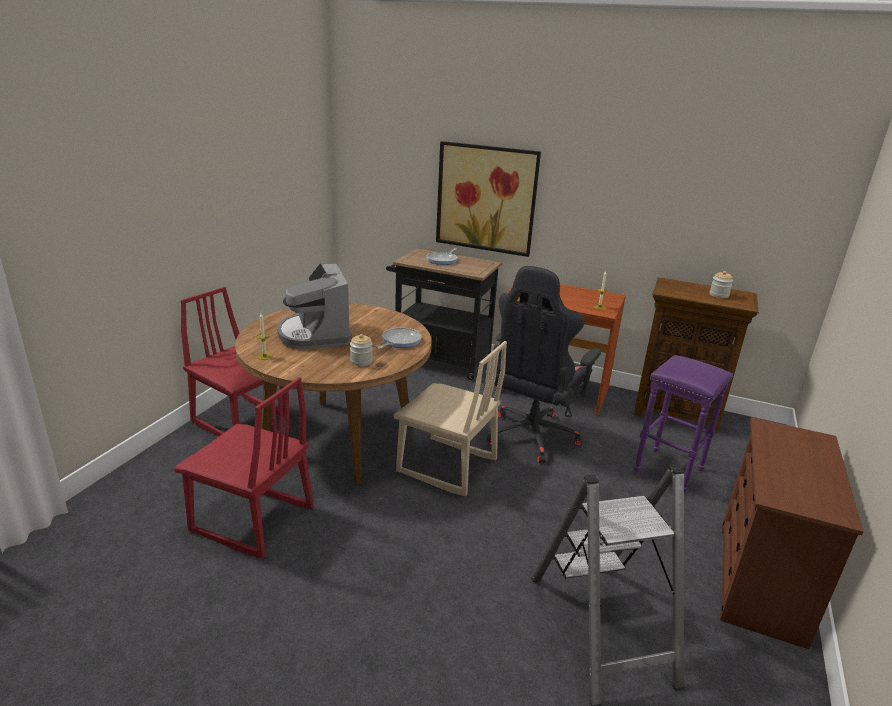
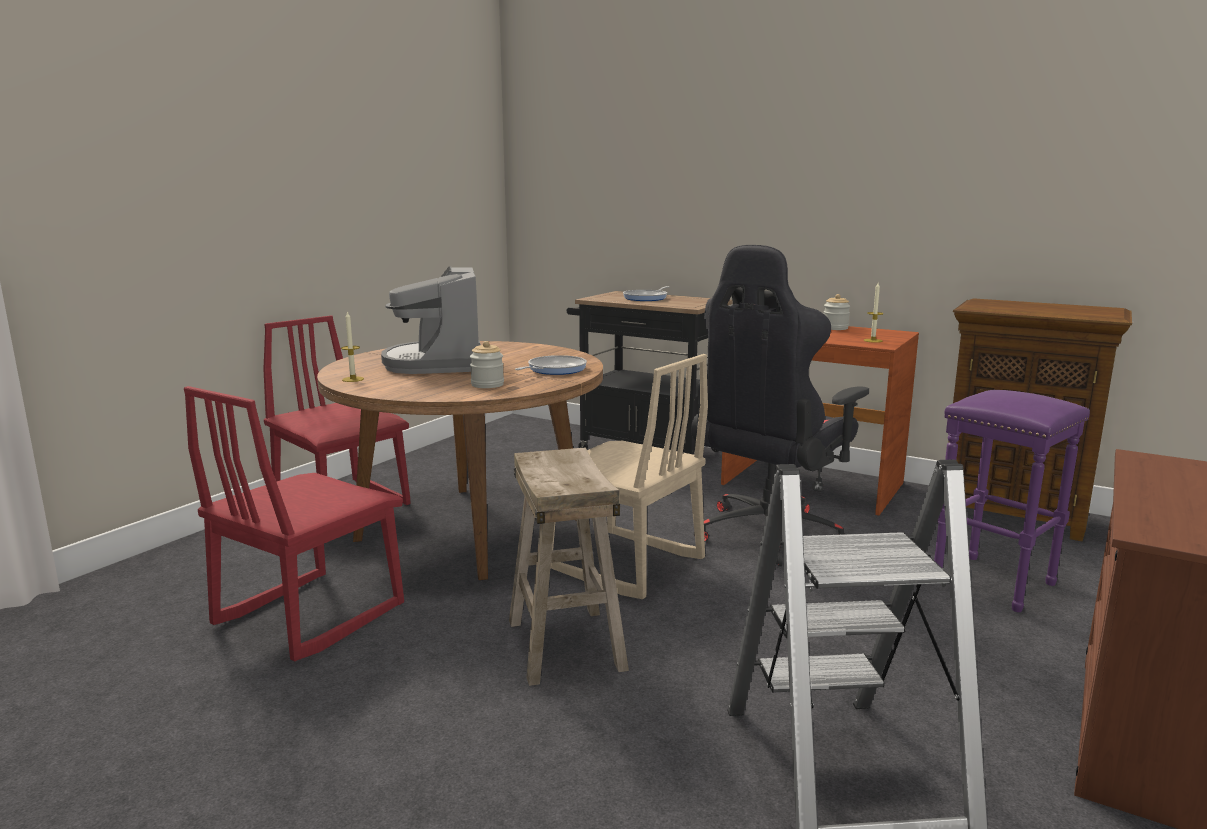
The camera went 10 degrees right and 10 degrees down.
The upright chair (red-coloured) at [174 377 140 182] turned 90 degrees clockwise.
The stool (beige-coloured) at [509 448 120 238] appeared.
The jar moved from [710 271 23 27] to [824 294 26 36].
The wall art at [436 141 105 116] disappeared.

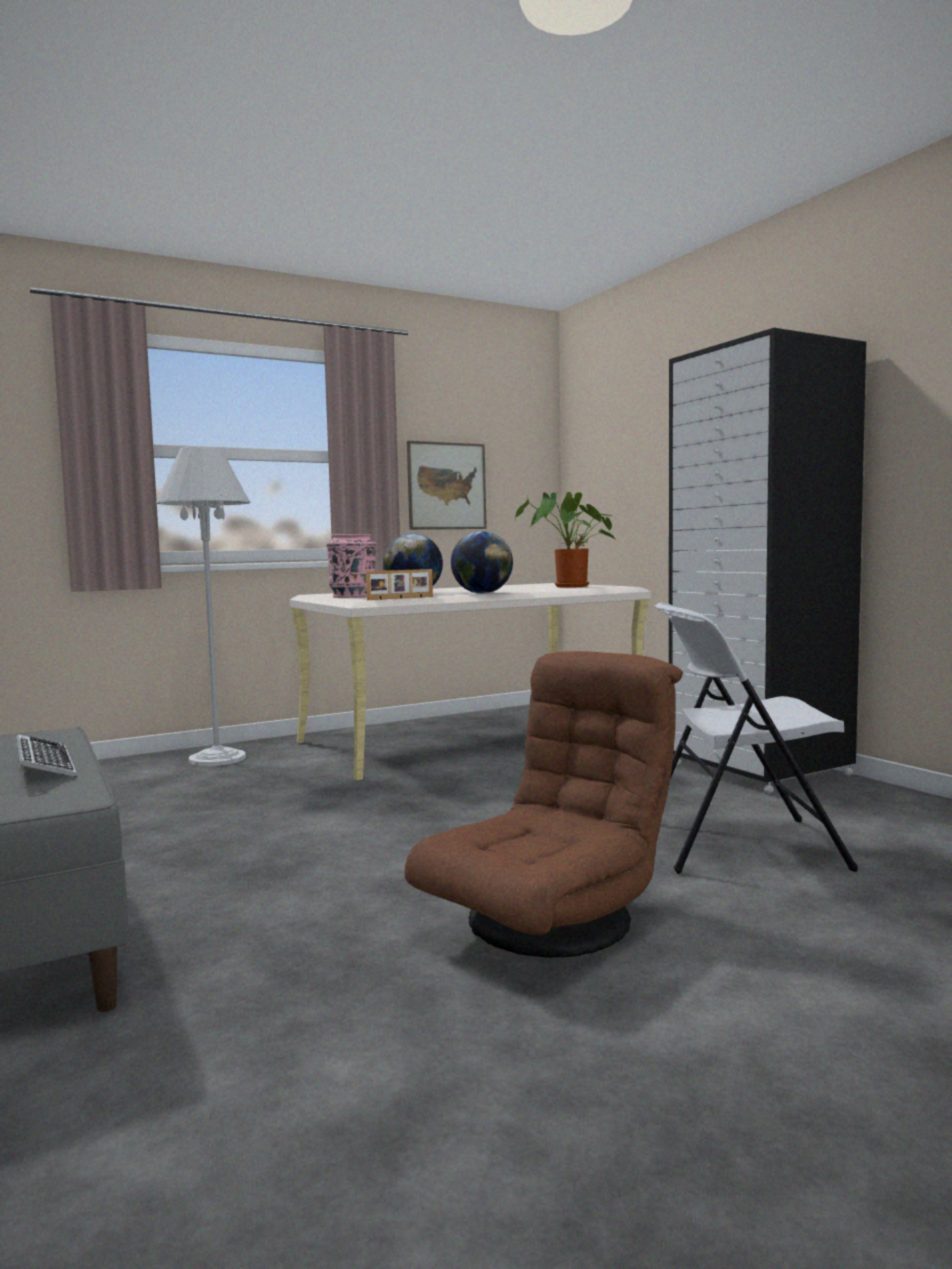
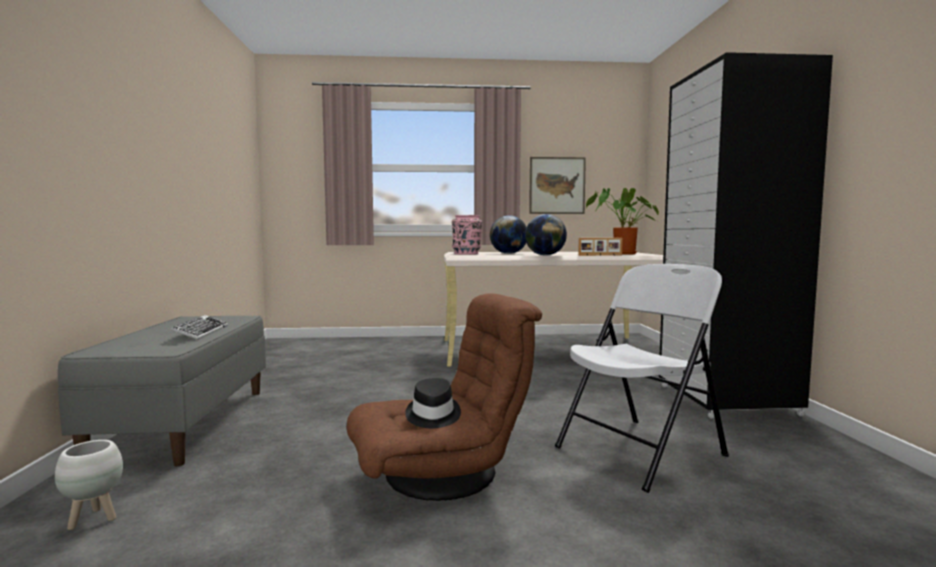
The camera went 25 degrees right and 0 degrees up.
The flower pot (white) at [55 440 68 90] appeared.
The wearable hat (black-coloured) at [405 378 56 51] appeared.
The upright chair (white) at [654 602 204 272] turned 120 degrees clockwise.
The picture frame moved from [366 569 67 31] to [578 238 45 18].
The standing lamp (white) at [156 446 95 320] disappeared.

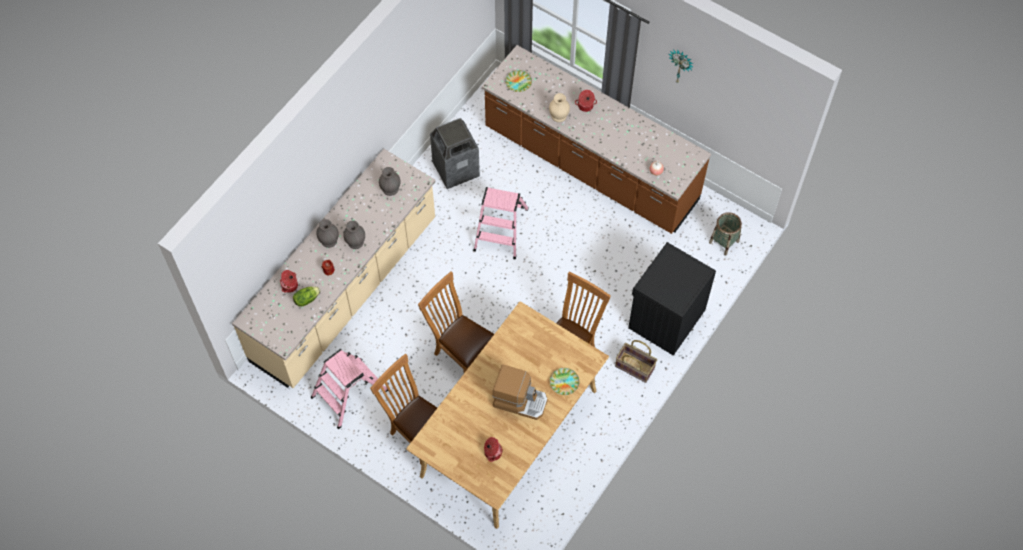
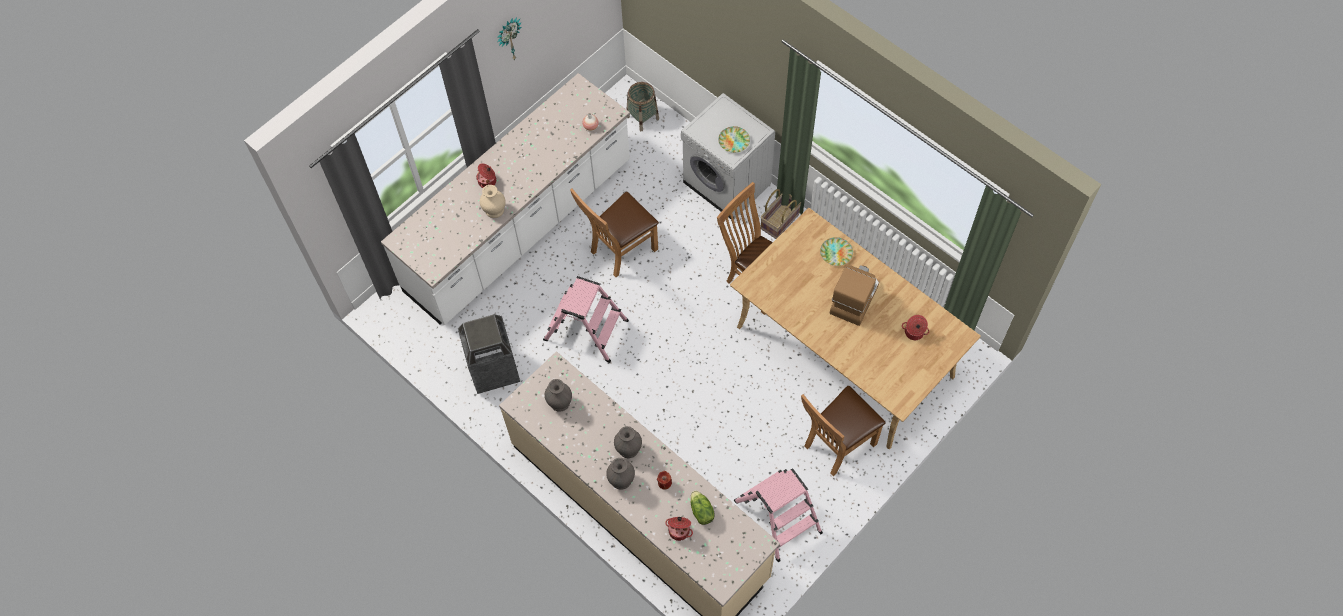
The camera went 80 degrees left and 0 degrees up.
The kitchen counter (brown) at [482 45 229 189] became the kitchen counter (white) at [381 73 249 252].
The upright chair (brown) moved from [418 272 76 101] to [570 188 89 89].
The laundry machine (black-coloured) at [628 242 88 114] became the laundry machine (white) at [681 93 94 126].
The flat dish moved from [505 70 27 22] to [718 126 32 27].

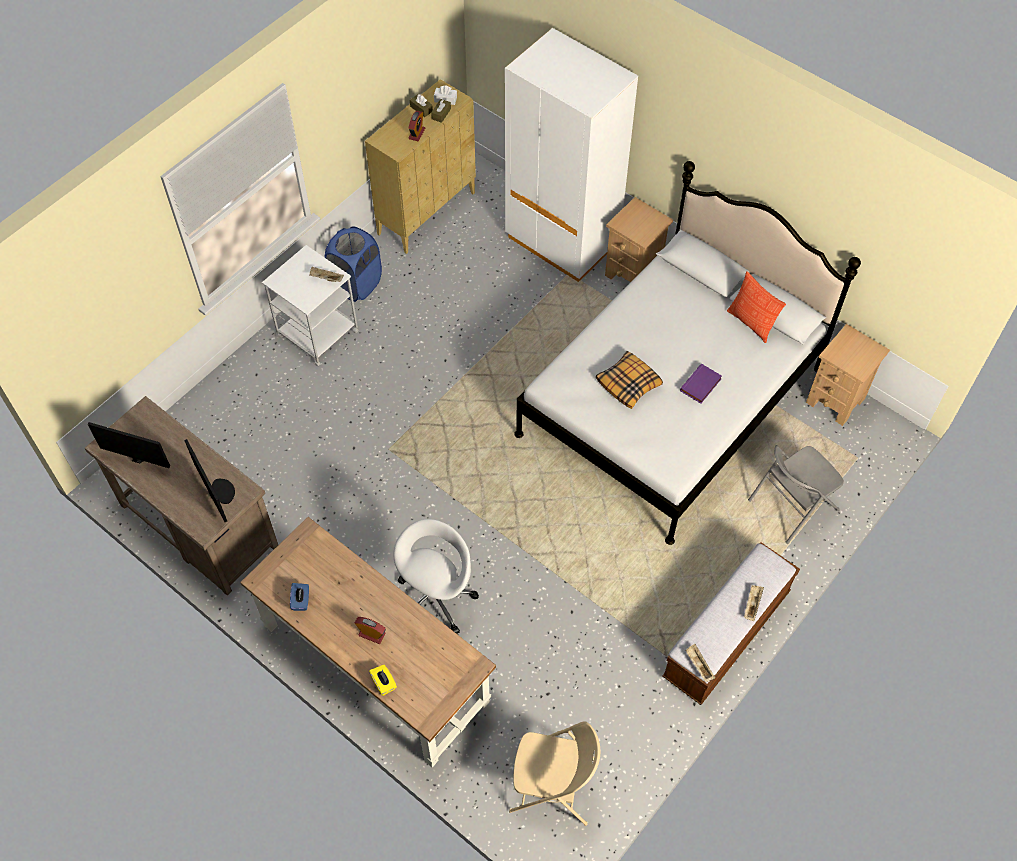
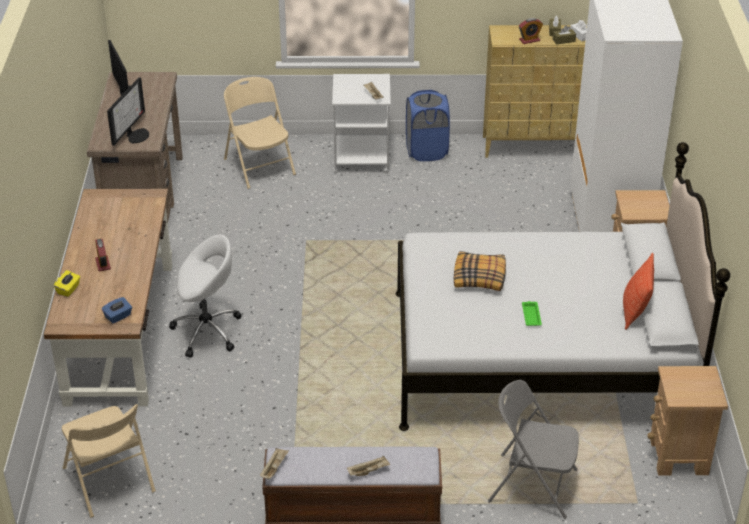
The camera went 50 degrees right and 20 degrees down.
The tissue box (blue-coloured) moved from [290 583 19 28] to [102 297 30 26].
The upright chair (beige-coloured) at [224 77 72 112] appeared.
The volume (purplish) at [680 363 42 40] was replaced by the carrying tray (greenish) at [522 301 20 25].

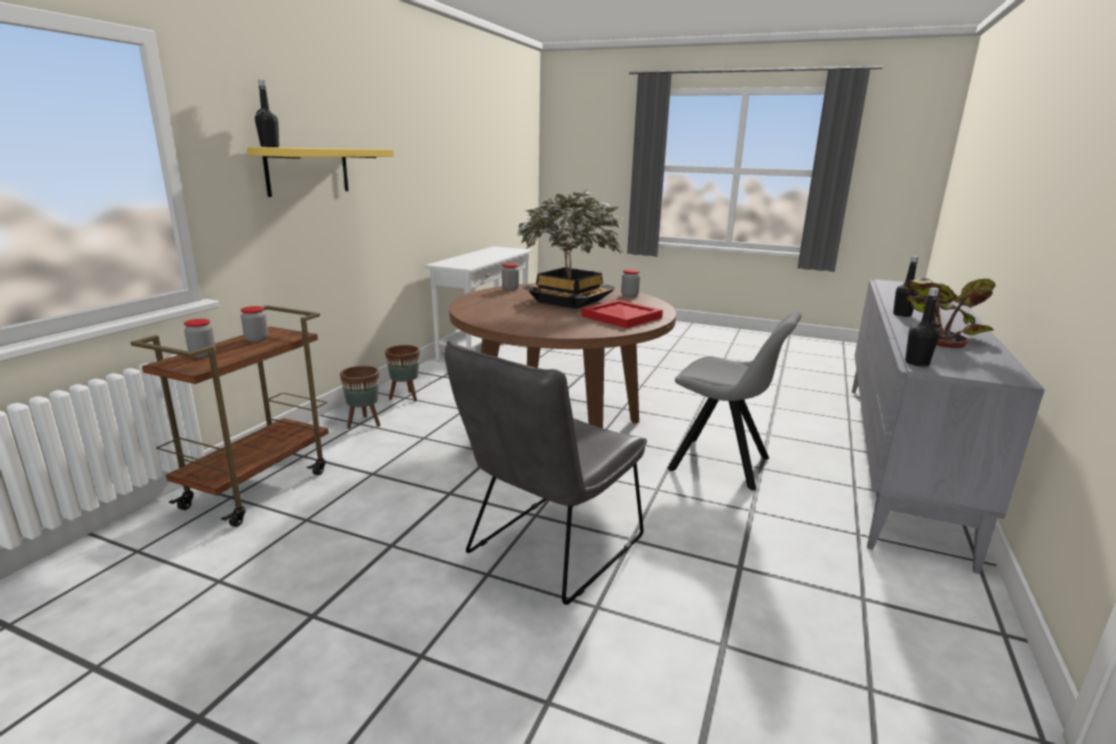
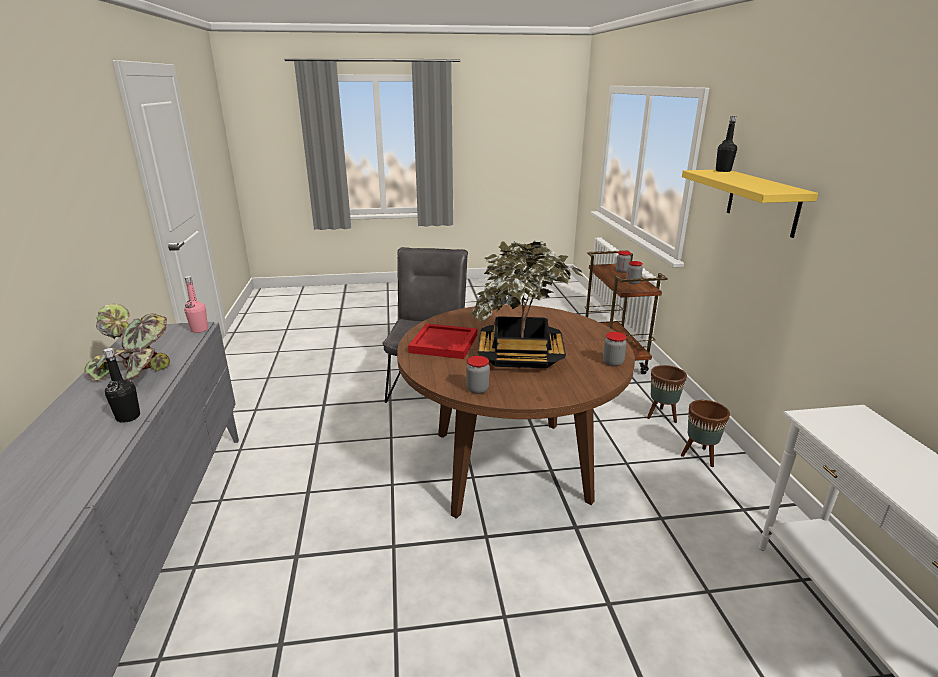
The camera went 150 degrees right and 5 degrees up.
The bottle (black-coloured) at [905 288 35 79] became the bottle (pinkish) at [184 276 24 57].
The upright chair (grey) at [668 311 133 179] disappeared.

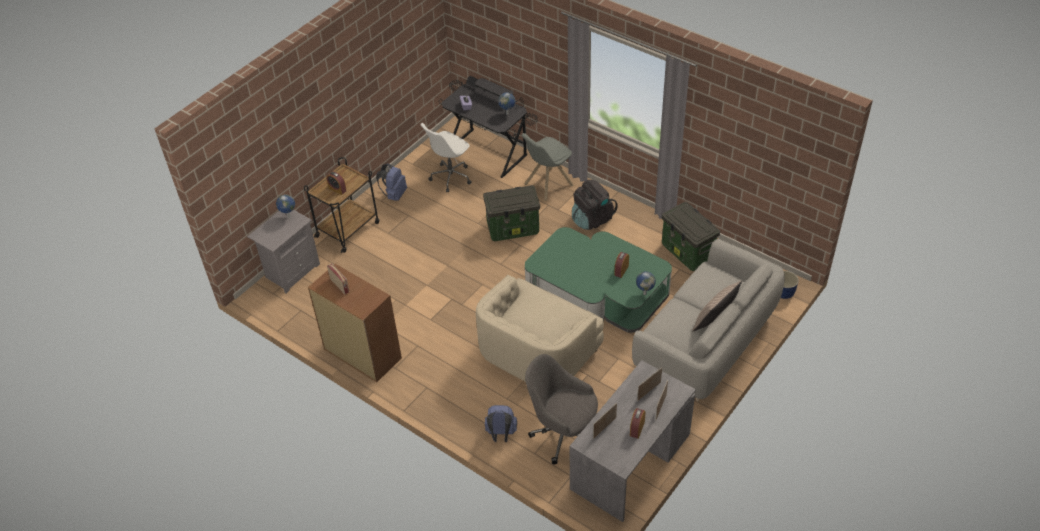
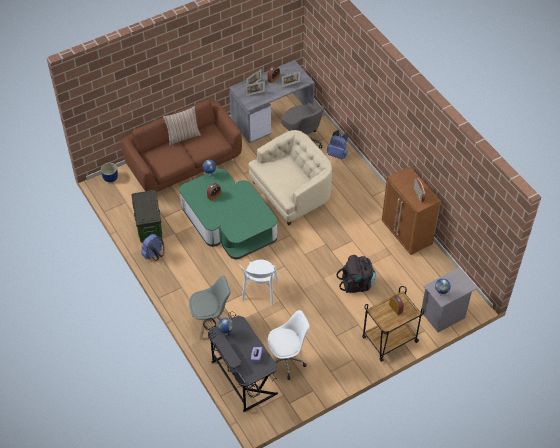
The camera went 160 degrees left and 5 degrees up.
The couch (grey) at [632 239 153 163] became the couch (brown) at [121 100 121 92].
The knapsack (blue-coloured) moved from [376 163 31 38] to [141 234 23 27].
The storage container at [483 185 57 56] was replaced by the upright chair (white) at [239 259 40 47].
The knapsack (black-coloured) moved from [572 180 46 50] to [336 255 40 38].

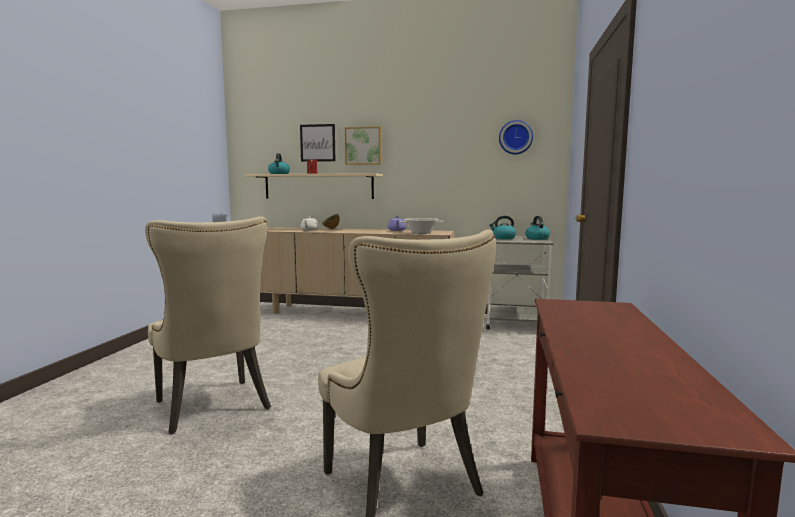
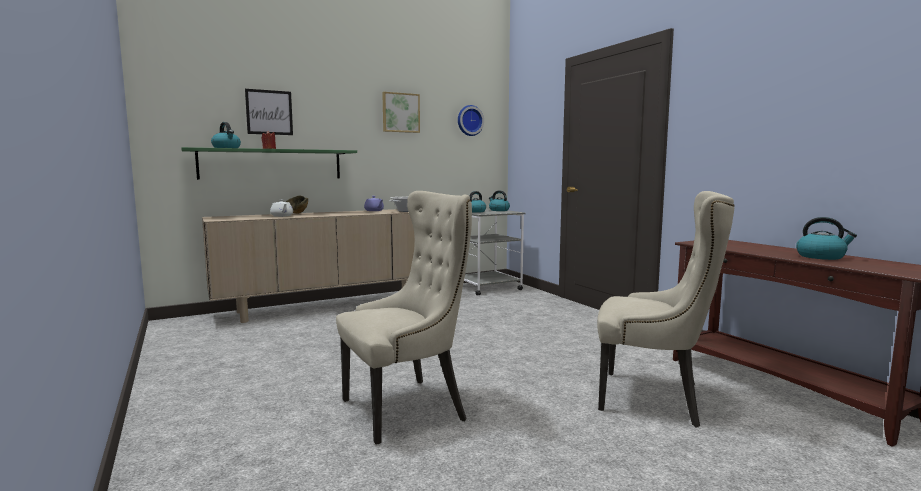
The camera went 40 degrees left and 0 degrees up.
The bracket shelf (beige-coloured) at [245 173 138 26] became the bracket shelf (greenish) at [181 147 176 33].
The upright chair (beige-coloured) at [145 216 126 219] turned 45 degrees counterclockwise.
The wall art moved from [345 127 36 38] to [382 92 38 41].
The tea kettle at [796 217 61 43] appeared.

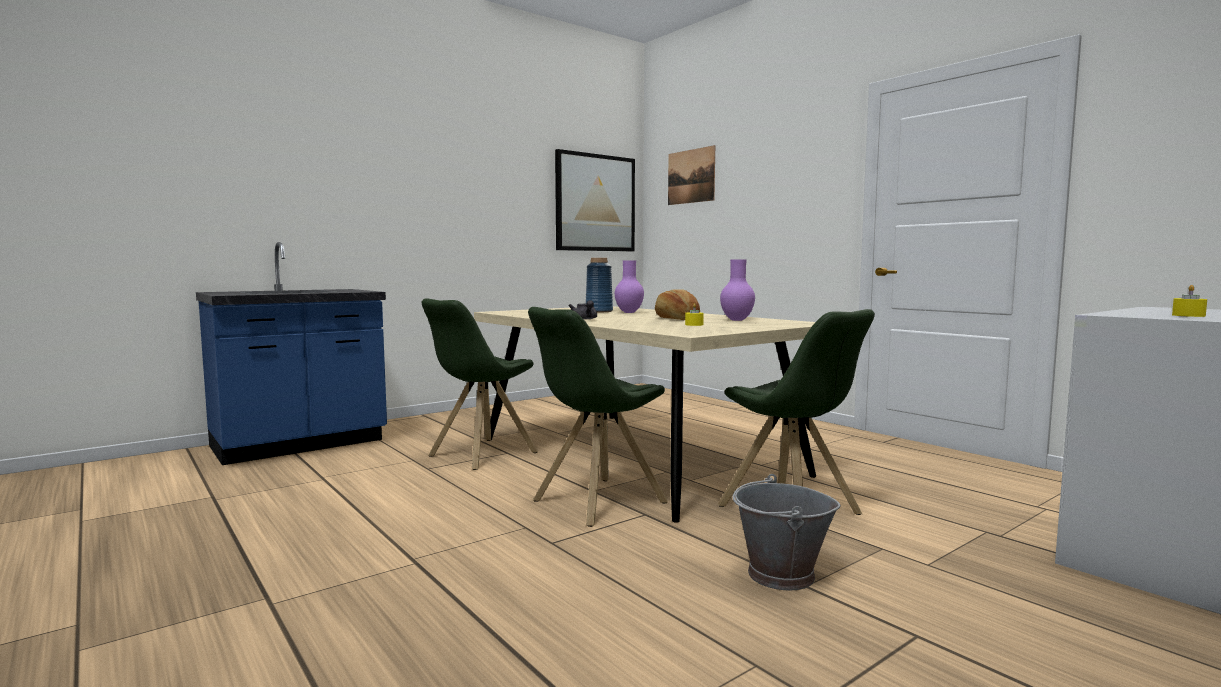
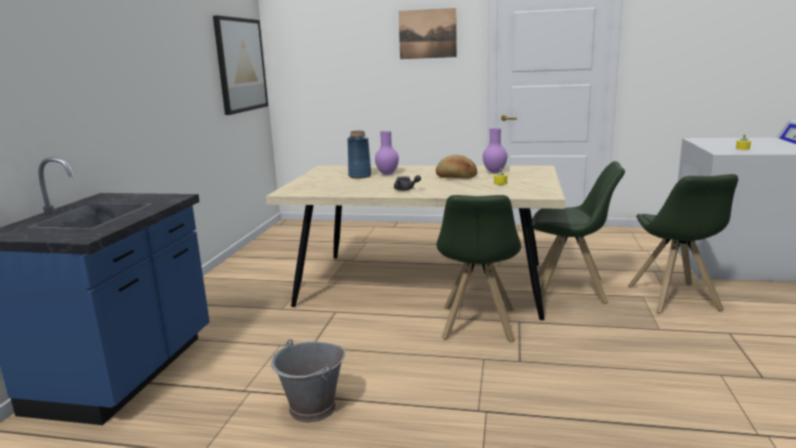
The camera went 40 degrees left and 10 degrees up.
The pail (grey) moved from [733 474 108 116] to [271 339 74 83].
The wall art moved from [668 145 47 60] to [399 8 58 51].
The upright chair (greenish) moved from [421 298 117 172] to [628 174 110 140].

